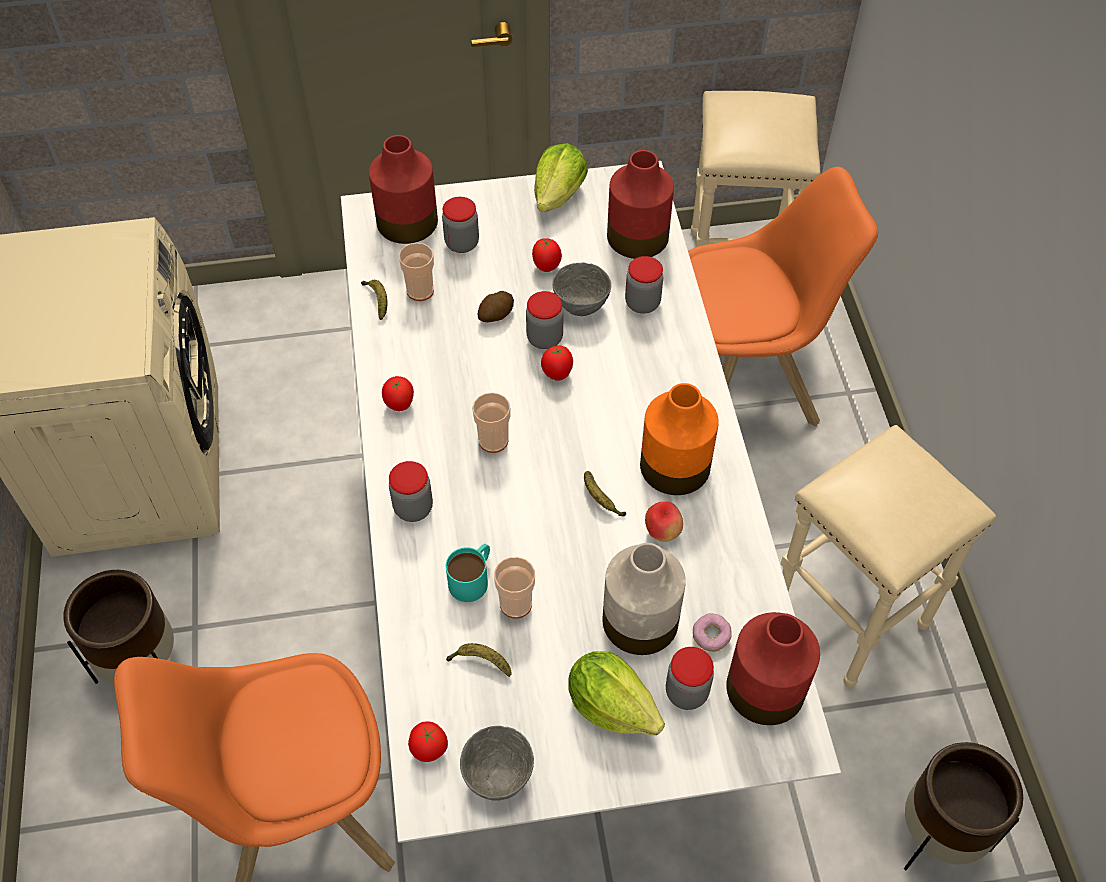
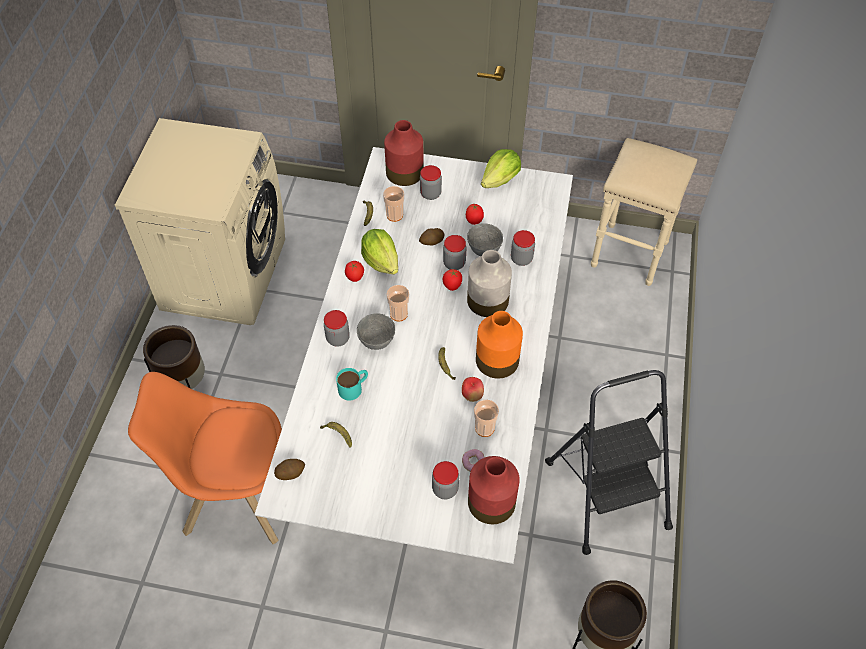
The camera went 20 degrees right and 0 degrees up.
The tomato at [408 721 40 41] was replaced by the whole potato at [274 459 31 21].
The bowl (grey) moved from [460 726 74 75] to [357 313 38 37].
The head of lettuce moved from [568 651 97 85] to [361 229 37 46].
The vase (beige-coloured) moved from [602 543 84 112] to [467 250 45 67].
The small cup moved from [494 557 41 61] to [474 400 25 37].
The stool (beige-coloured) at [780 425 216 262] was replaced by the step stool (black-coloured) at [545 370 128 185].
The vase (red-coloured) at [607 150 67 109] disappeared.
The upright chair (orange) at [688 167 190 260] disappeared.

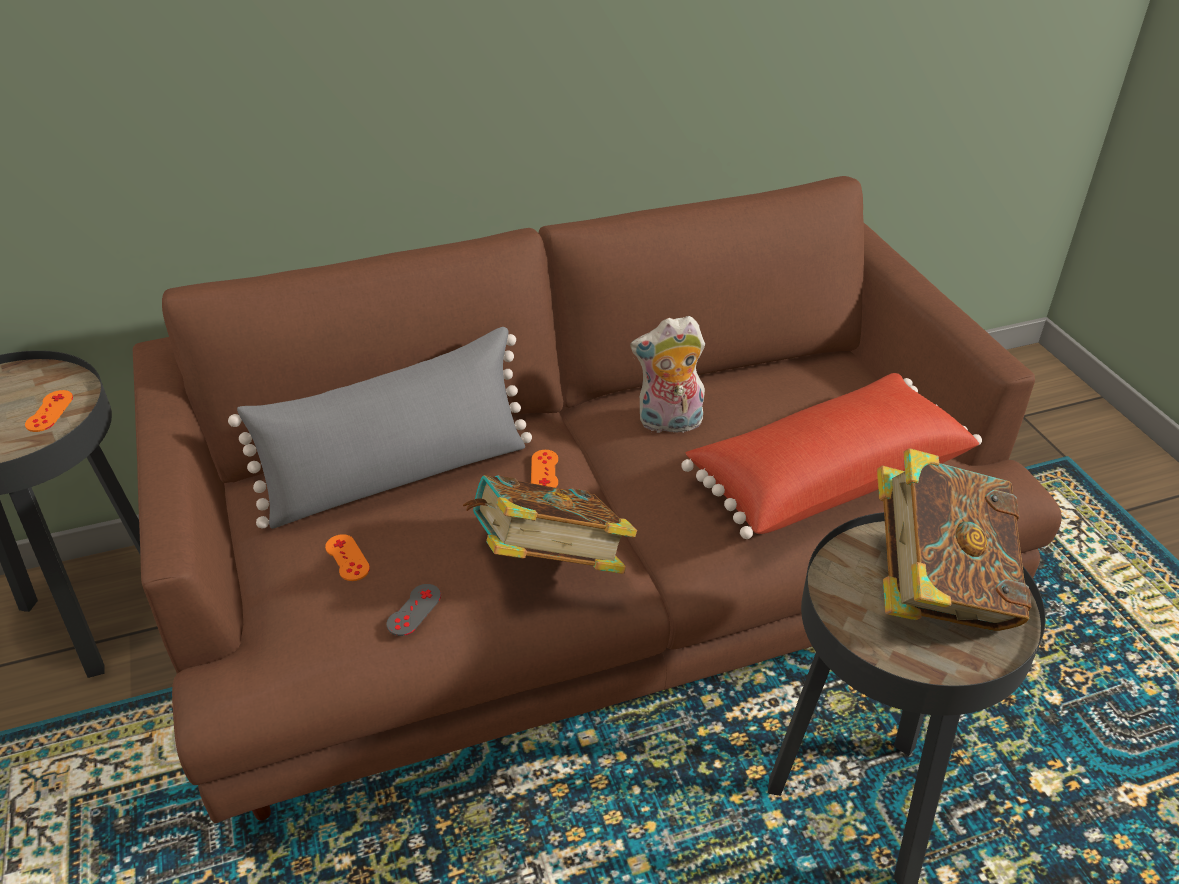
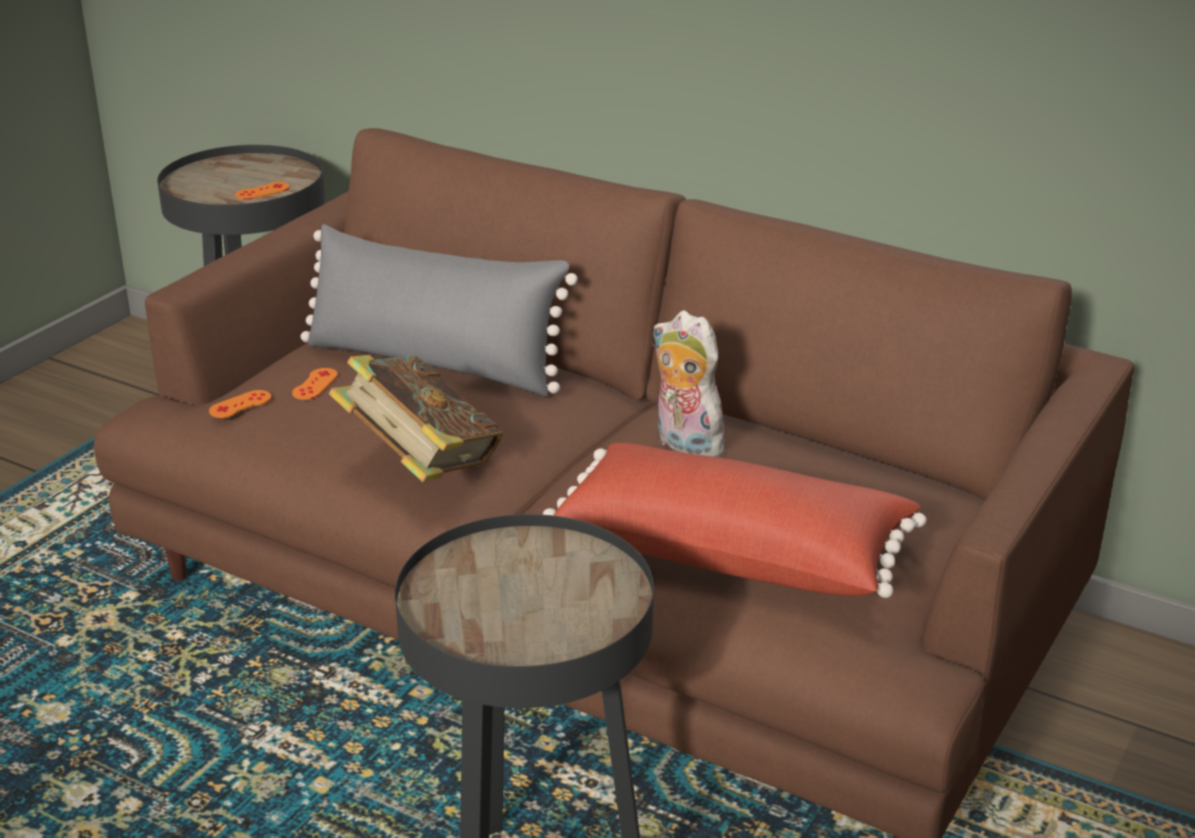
The camera went 50 degrees right and 10 degrees down.
The gamepad (orange) moved from [531 450 27 38] to [209 390 62 28].
The gamepad (grey) at [386 584 55 52] disappeared.
The volume at [877 448 154 183] disappeared.

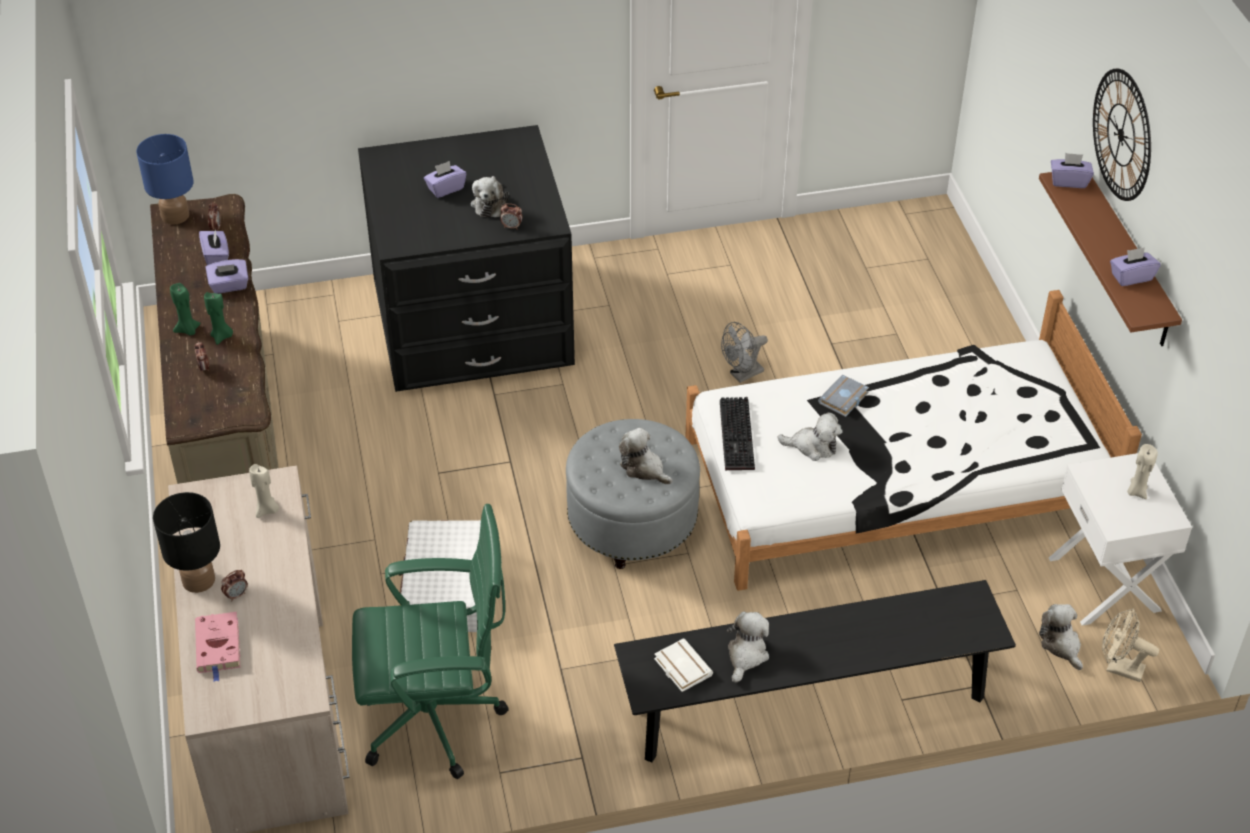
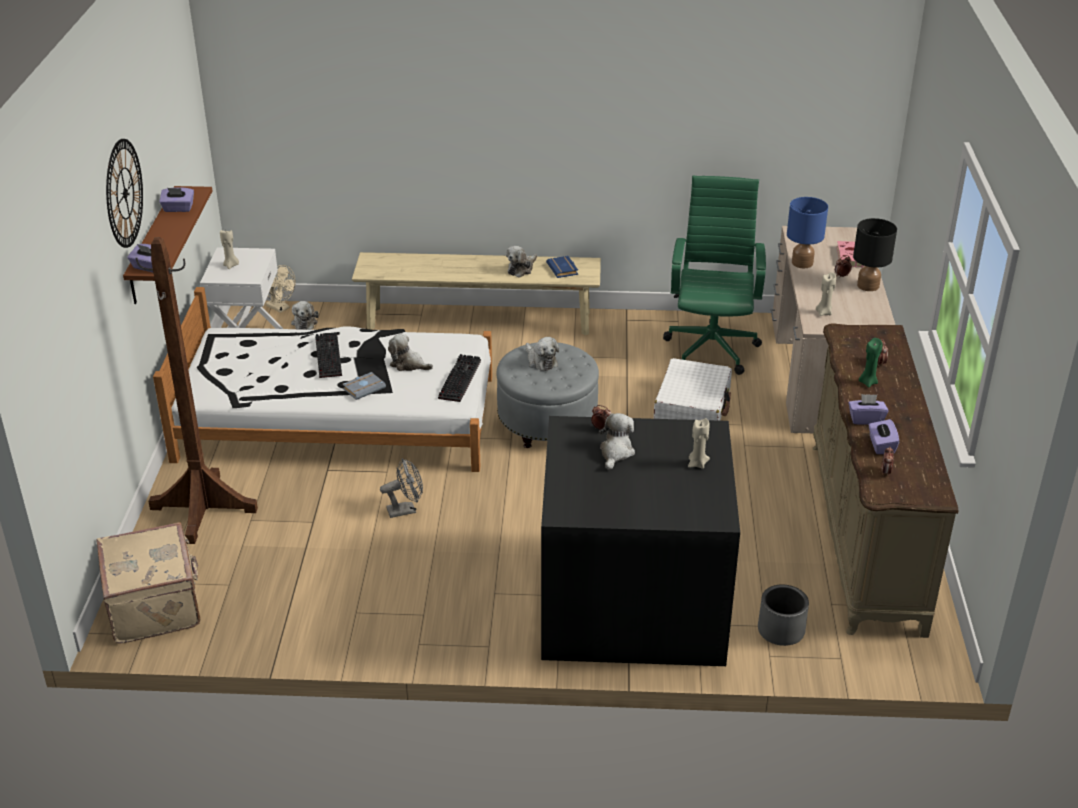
The camera went 165 degrees left and 10 degrees down.
The piece of luggage (beige-coloured) at [96 522 104 122] appeared.
The clothes rack (brown) at [135 237 123 307] appeared.
The computer keyboard at [315 332 27 46] appeared.
The bench (black-coloured) at [614 580 402 182] became the bench (beige-coloured) at [352 252 249 83].
The volume (white) at [654 638 59 54] became the volume (blue-coloured) at [546 256 32 22].
The computer chair (greenish) at [352 504 157 275] turned 90 degrees clockwise.
The wax candle (beige-coloured) at [688 418 22 51] appeared.
The flower pot (grey) at [758 584 51 62] appeared.
The lamp for a table (blue-coloured) moved from [136 134 58 91] to [787 197 41 71].
The wax candle (greenish) at [170 283 31 52] disappeared.
The tissue box (purplish) at [424 161 42 37] disappeared.

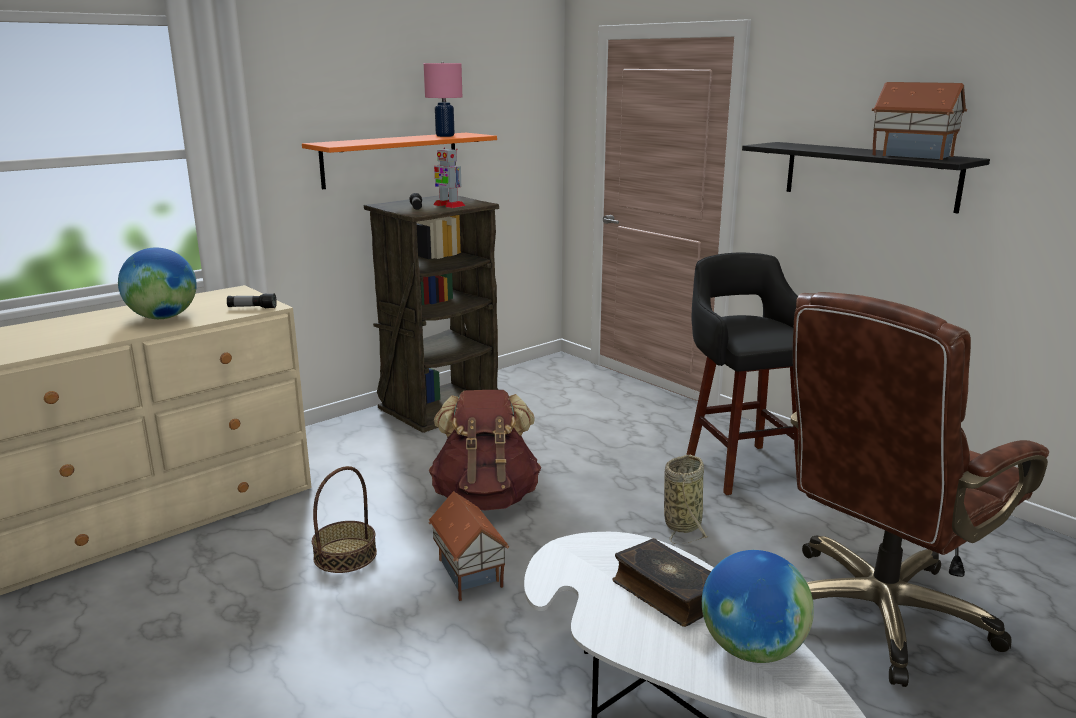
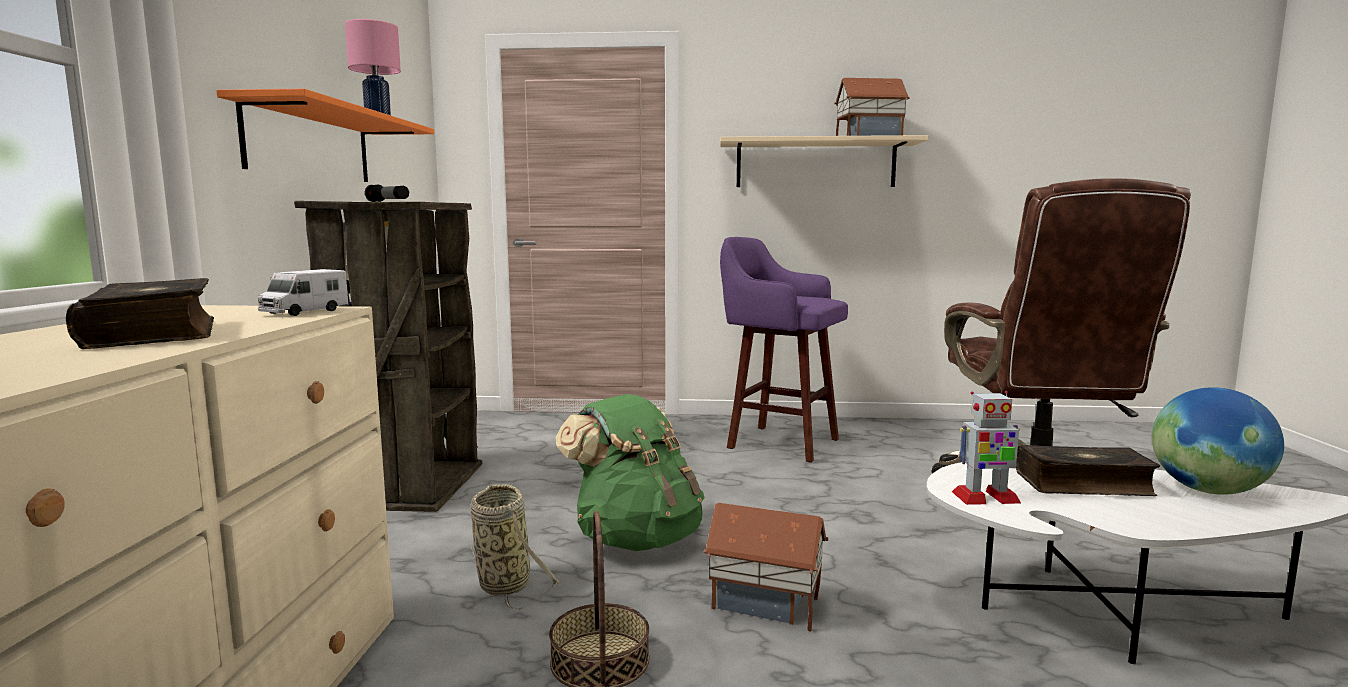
The camera went 45 degrees left and 10 degrees down.
The world globe at [118 248 79 71] was replaced by the volume at [66 278 148 71].
The hand torch at [227 293 50 15] was replaced by the toy truck at [258 269 91 47].
The basket moved from [664 455 45 89] to [470 484 91 126].
The knapsack (brown) at [429 390 112 120] became the knapsack (greenish) at [556 394 149 157].
The stool (black-coloured) at [686 253 113 242] became the stool (purplish) at [720 237 128 226].
The bracket shelf (black-coloured) at [742 142 248 71] became the bracket shelf (beige-coloured) at [721 135 208 52].
The model robot moved from [433 147 32 61] to [952 391 69 114].

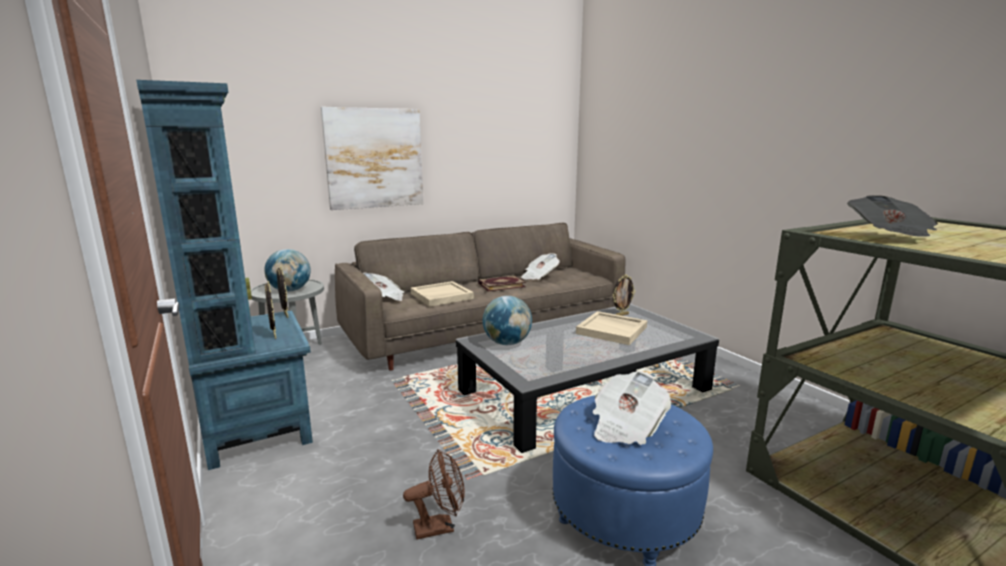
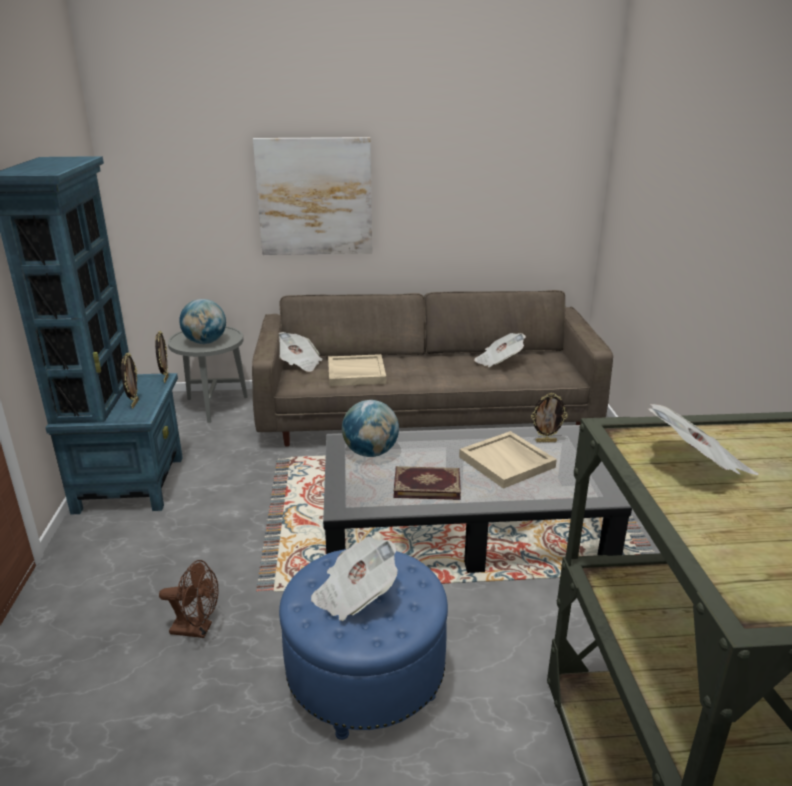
The camera went 25 degrees right and 10 degrees up.
The volume moved from [478 276 48 15] to [393 466 68 34].

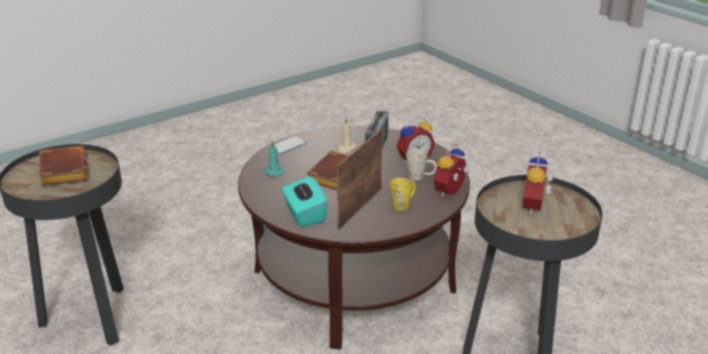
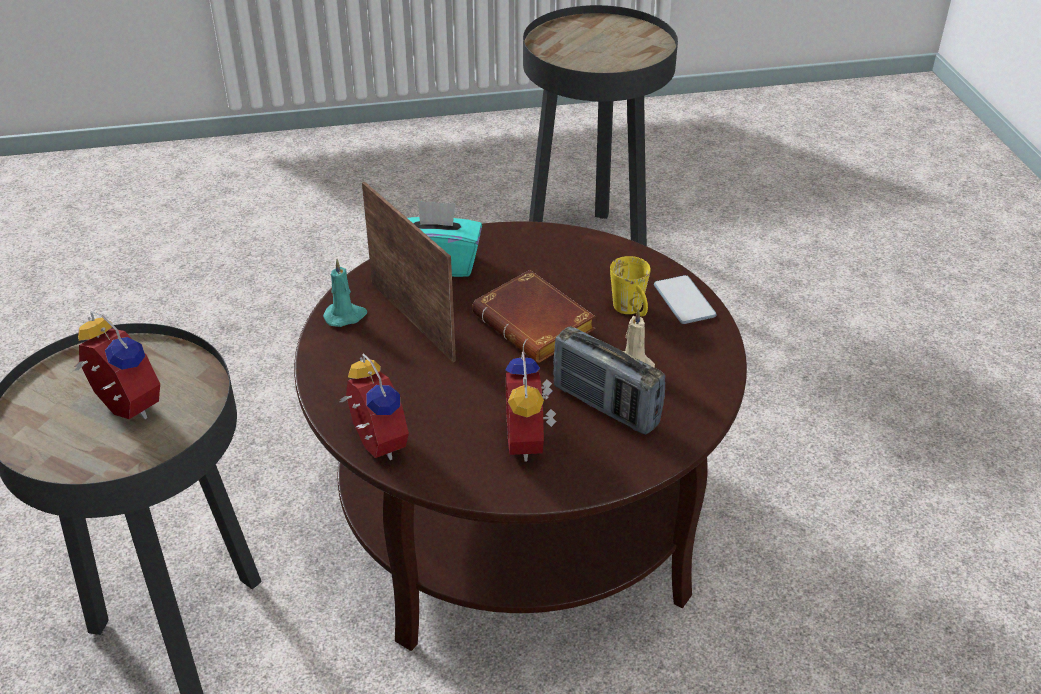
The camera went 115 degrees right and 10 degrees up.
The wax candle (turquoise-coloured) moved from [264 140 21 37] to [323 259 44 68].
The tea mug (yellowish) moved from [390 178 26 33] to [610 256 41 60].
The volume (brown) at [39 146 50 40] disappeared.
The tea mug (white) at [406 150 31 30] disappeared.

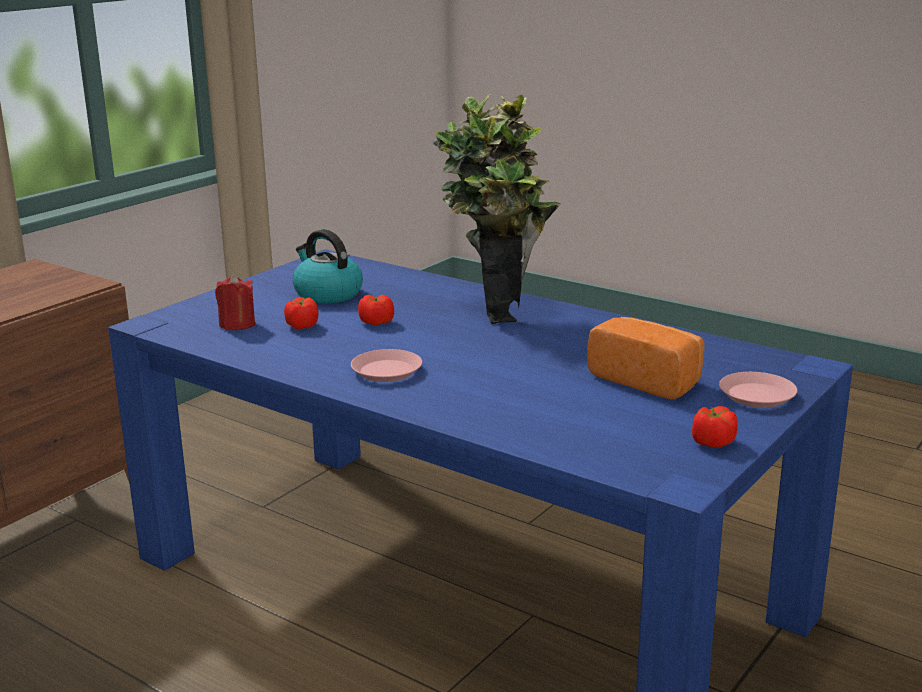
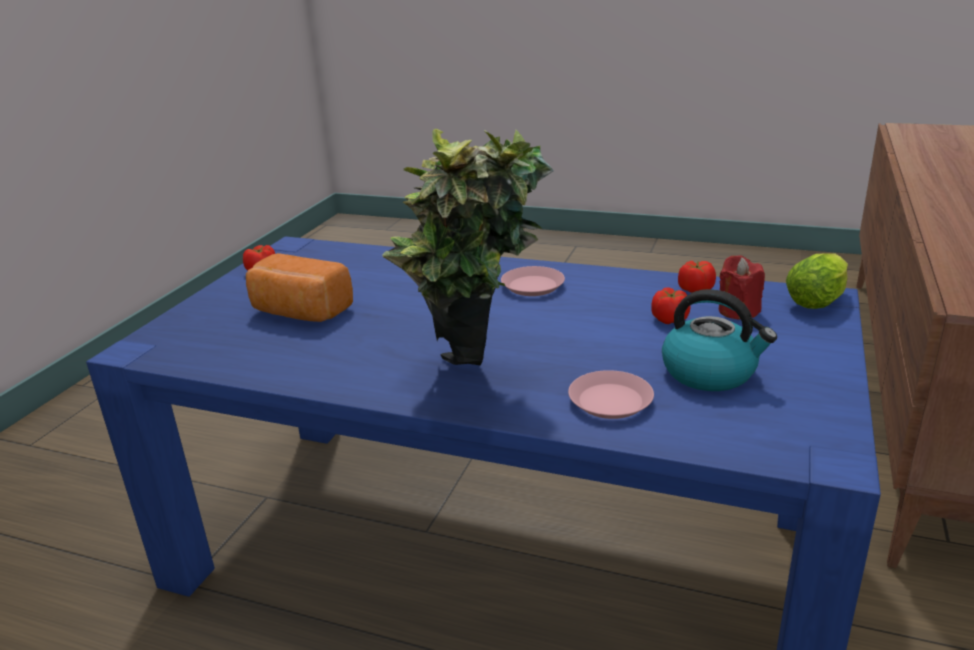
The camera went 165 degrees right and 5 degrees up.
The flat dish (pinkish) moved from [719 372 78 36] to [568 370 86 49].
The tomato moved from [358 295 36 31] to [678 261 38 32].
The head of lettuce at [786 253 62 56] appeared.

